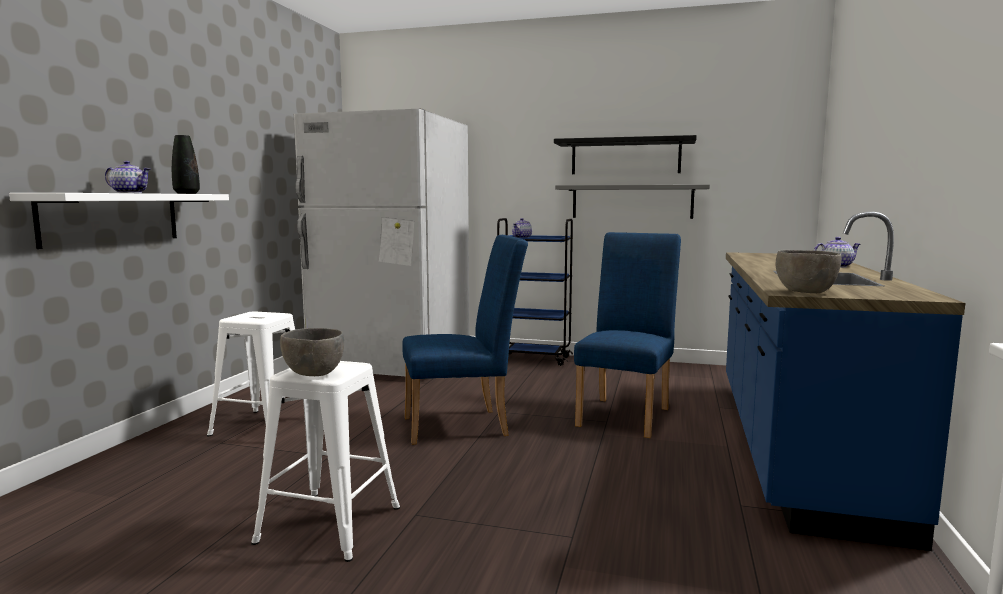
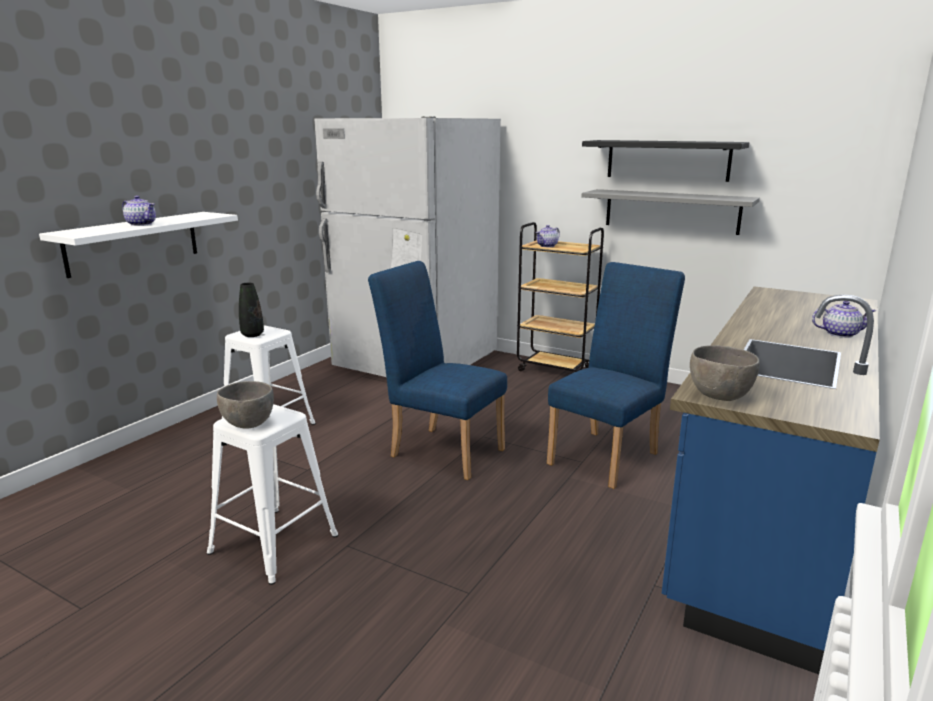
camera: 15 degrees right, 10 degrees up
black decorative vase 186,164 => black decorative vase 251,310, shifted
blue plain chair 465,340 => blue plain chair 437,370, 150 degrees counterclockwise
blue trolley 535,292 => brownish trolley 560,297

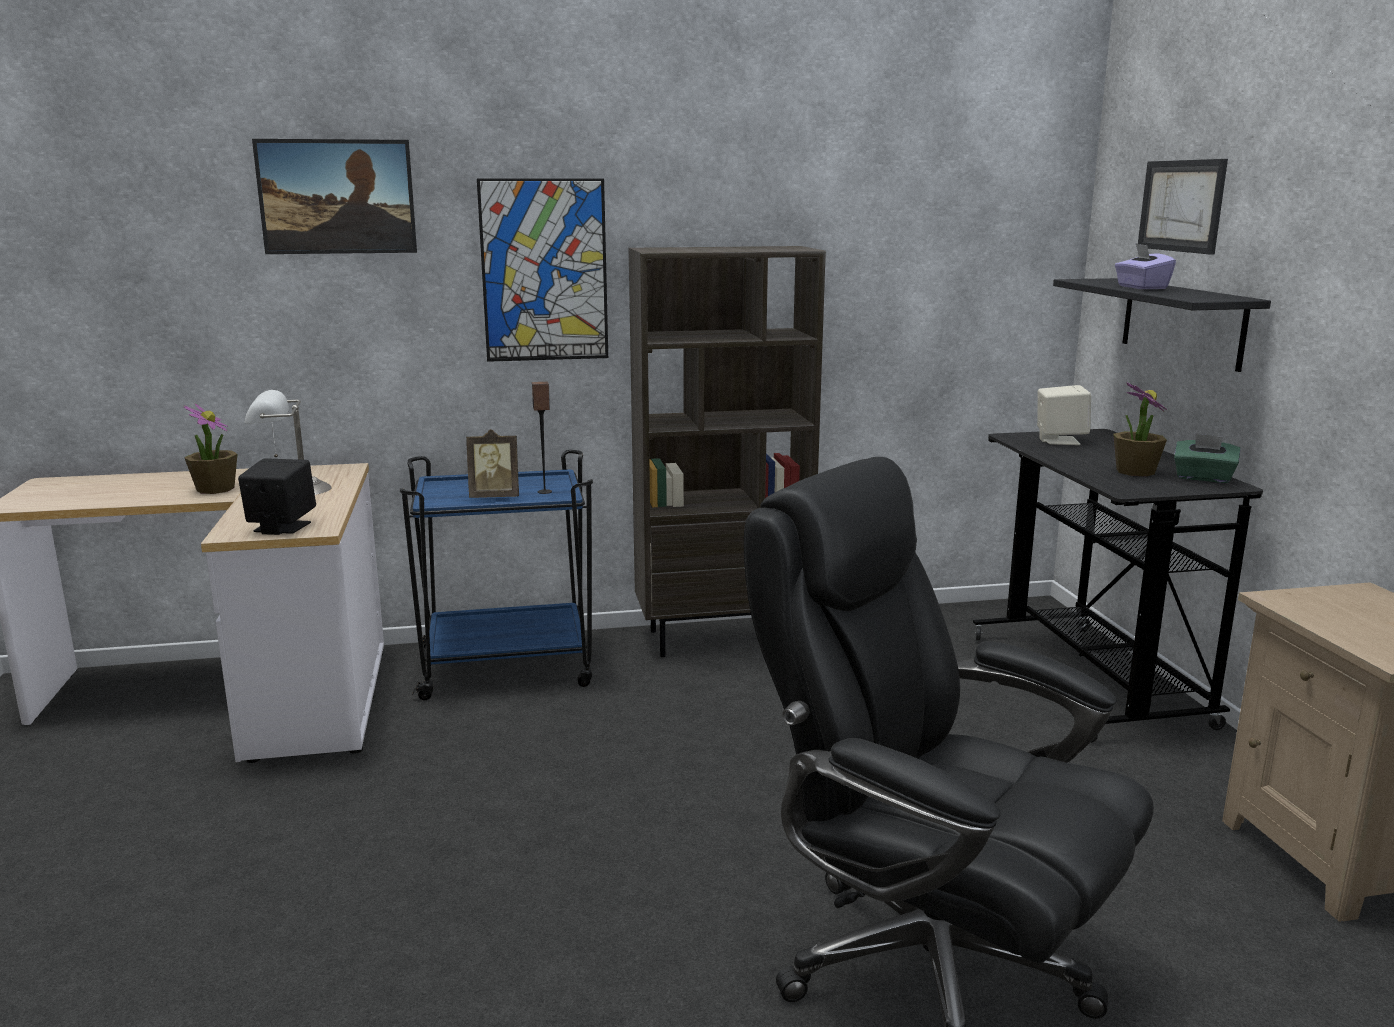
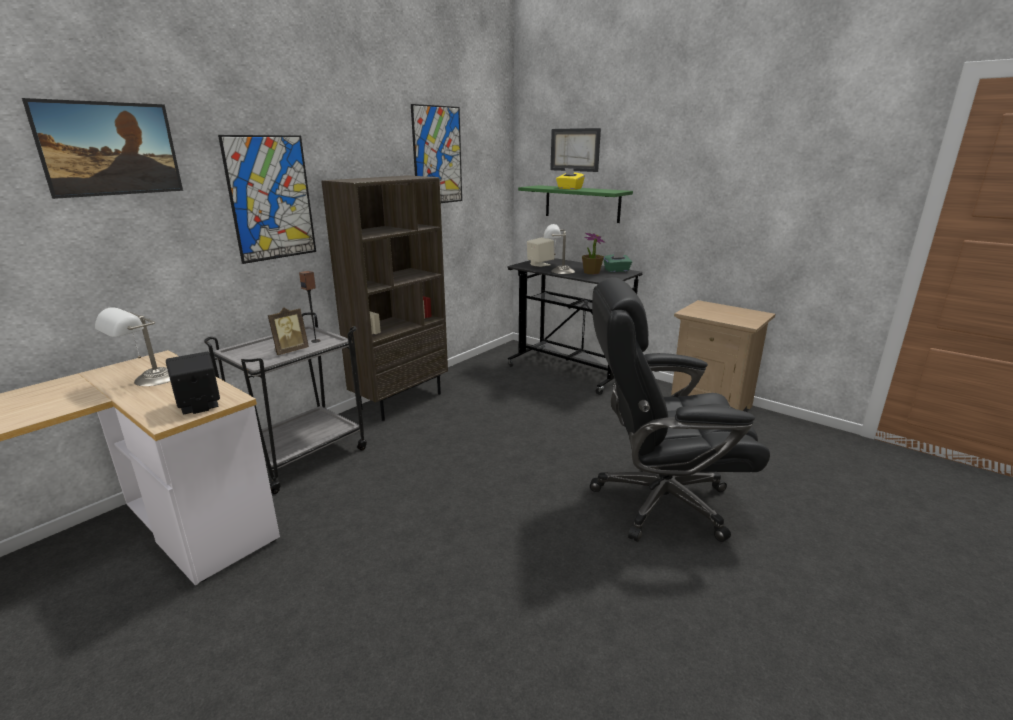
camera: 40 degrees left, 5 degrees up
blue trolley 496,575 => greyish trolley 285,403
nothing => wall art 436,153
black wall shelf 1162,325 => green wall shelf 575,204
nothing => whitish table lamp 559,249
purple box of tissues 1145,266 => yellow box of tissues 570,179
houseplant 210,449 => nothing

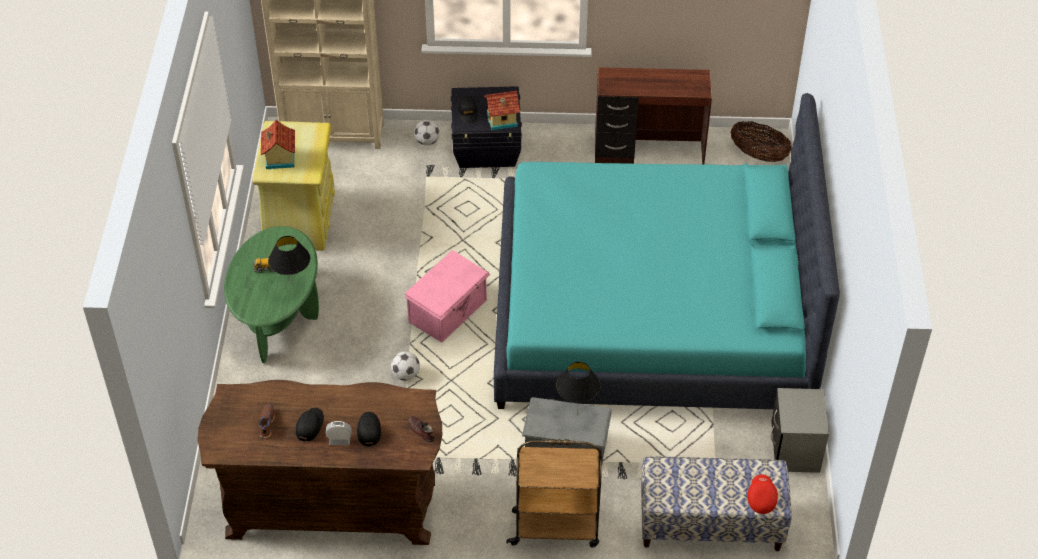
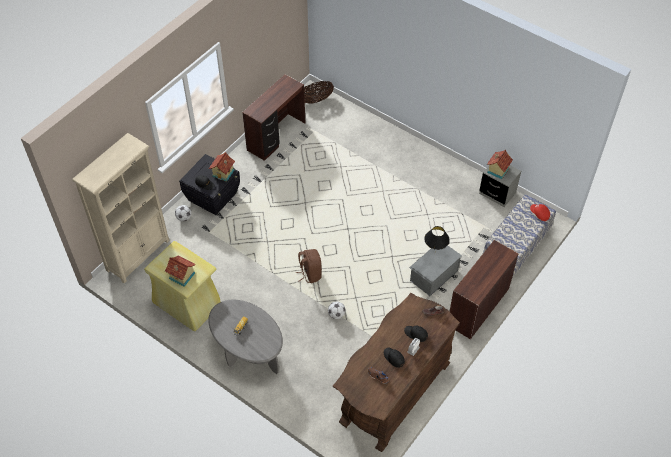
camera: 55 degrees left, 5 degrees up
green lounge table 271,294 => greyish lounge table 245,337
pink storage container 447,296 => brownish rucksack 308,266
brownish trolley 554,493 => brownish desk unit 484,289
nothing => model house 500,164
black table lamp 289,262 => nothing
turquoise-coloured bedroom bed 667,251 => nothing

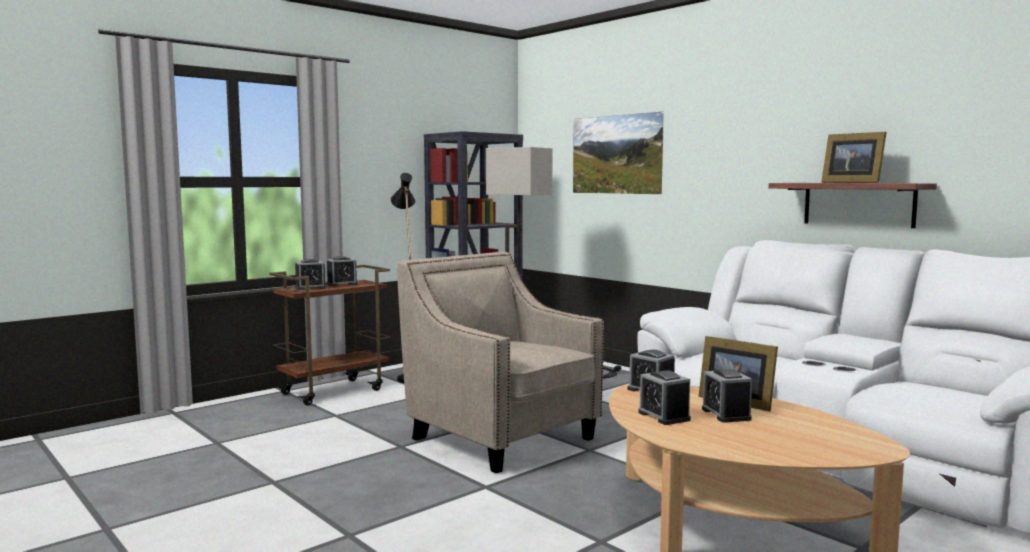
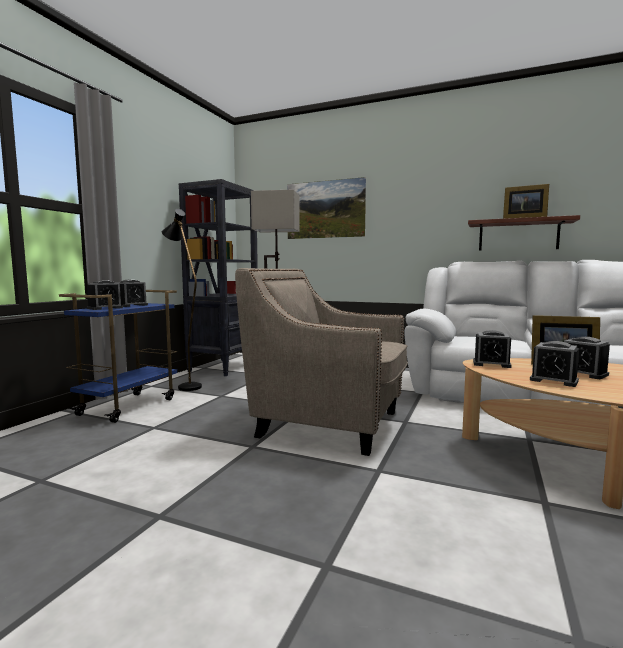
camera: 25 degrees left, 0 degrees up
brownish trolley 329,335 => blue trolley 118,356

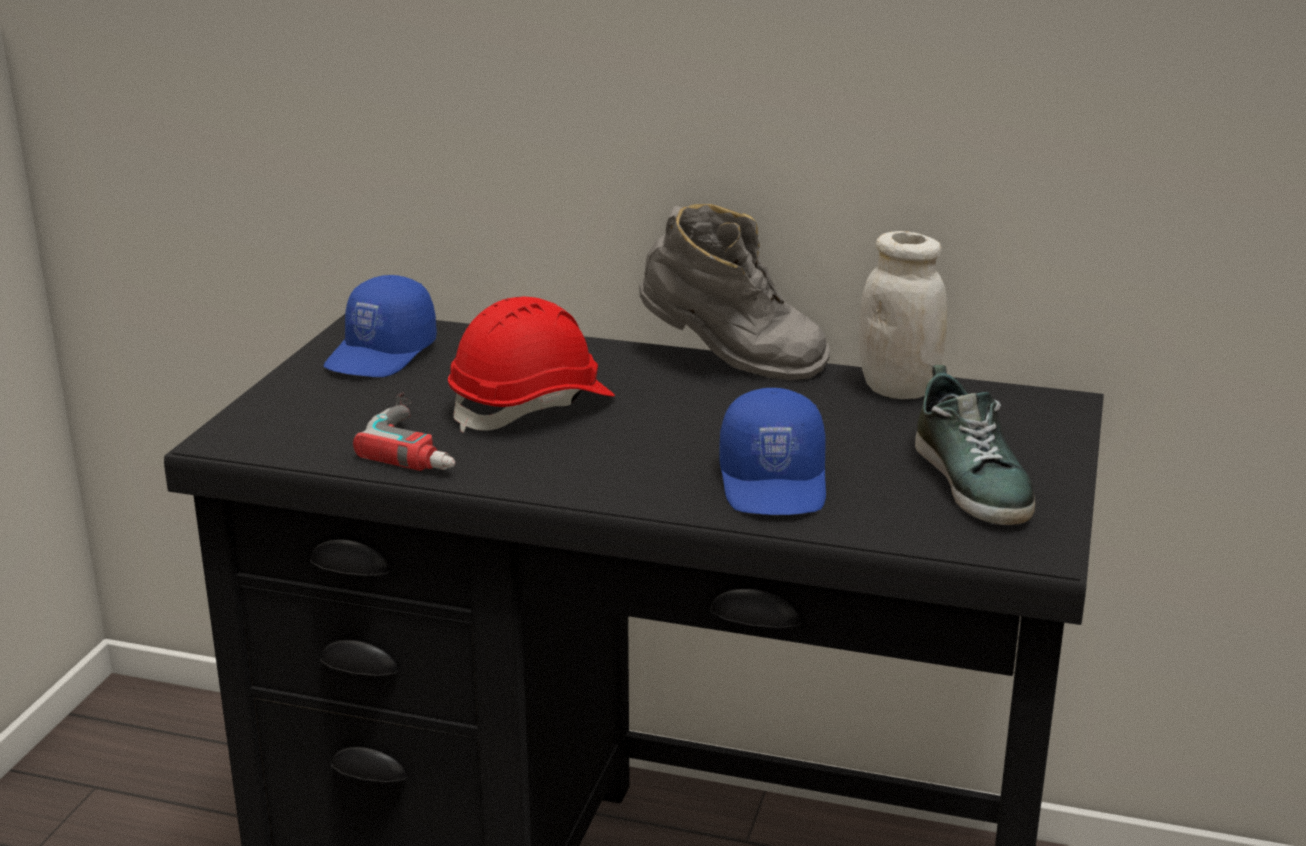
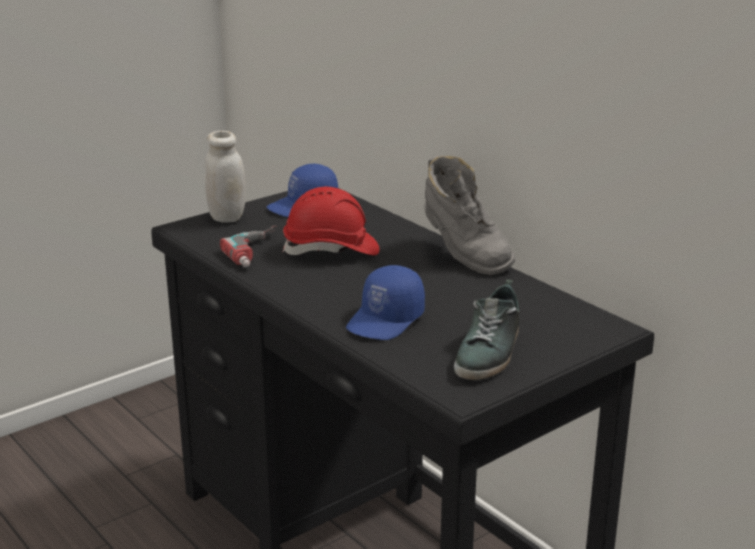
camera: 35 degrees right, 0 degrees up
whitish storage jar 903,315 => whitish storage jar 225,177, shifted

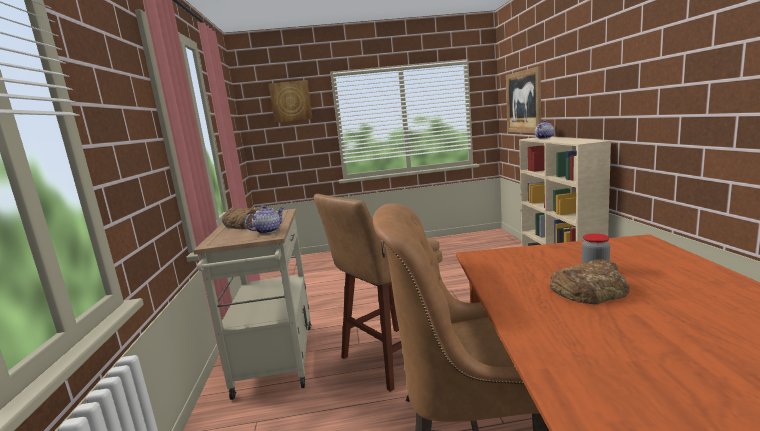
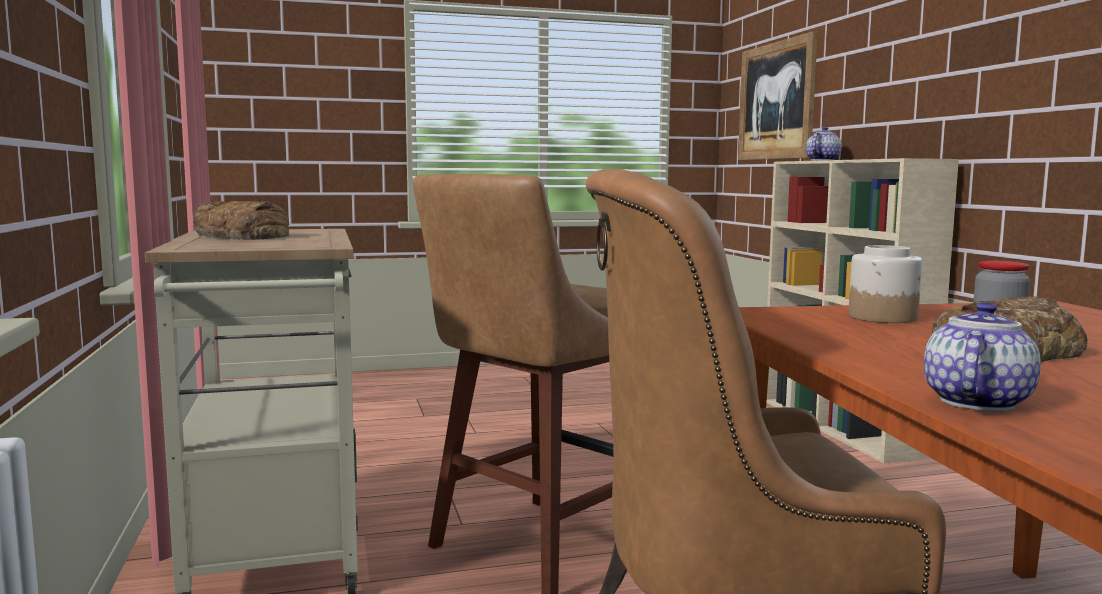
camera: 10 degrees left, 5 degrees down
nothing => storage jar 885,284
pot for tea 264,219 => pot for tea 982,356, shifted
wall art 291,101 => nothing

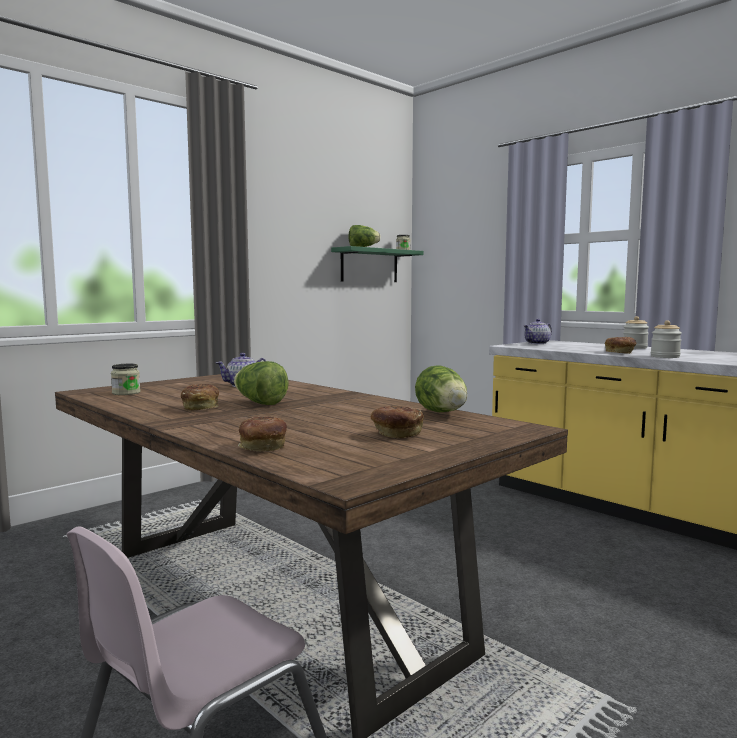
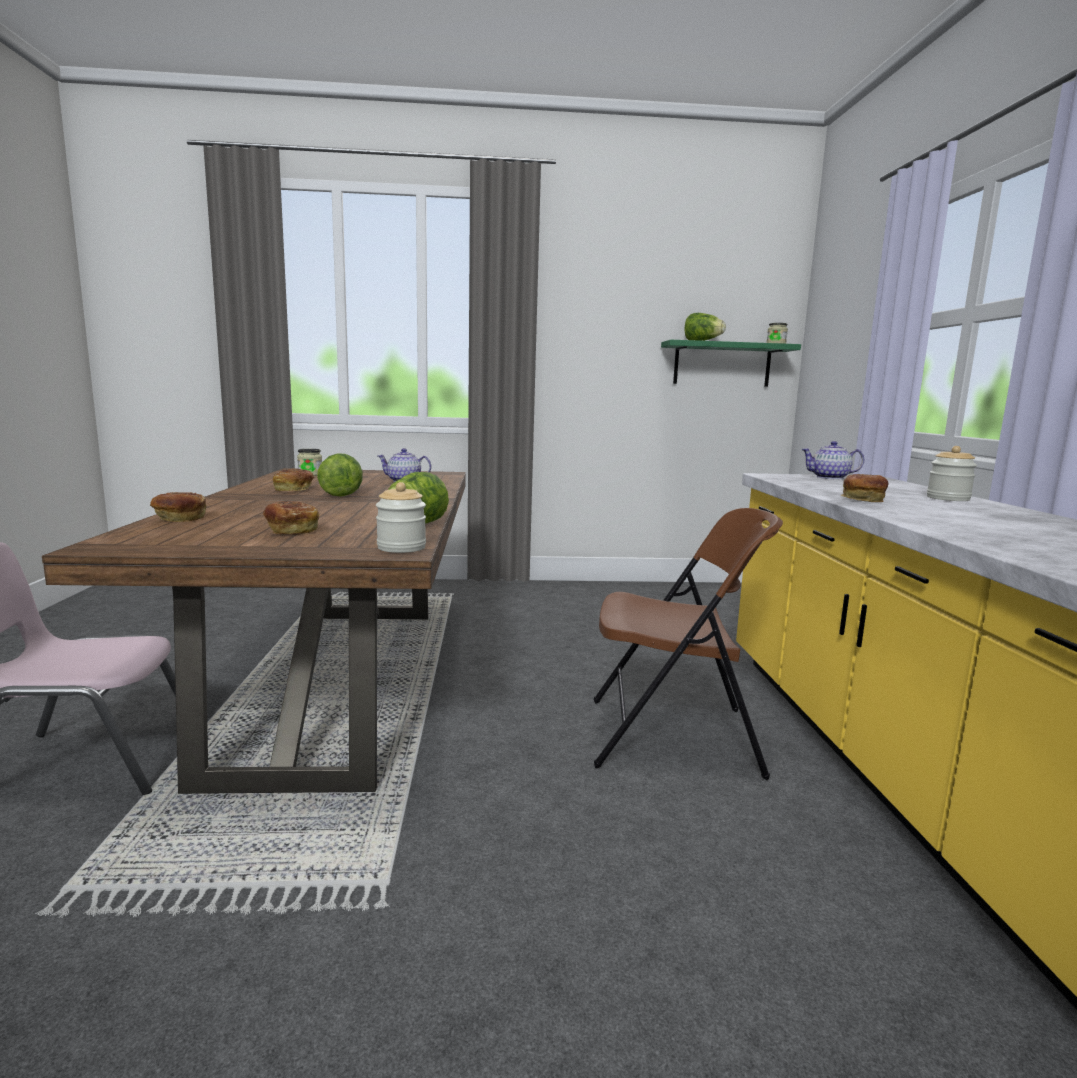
camera: 40 degrees right, 5 degrees up
storage jar 666,339 => storage jar 401,517, shifted
nothing => brownish plain chair 688,644

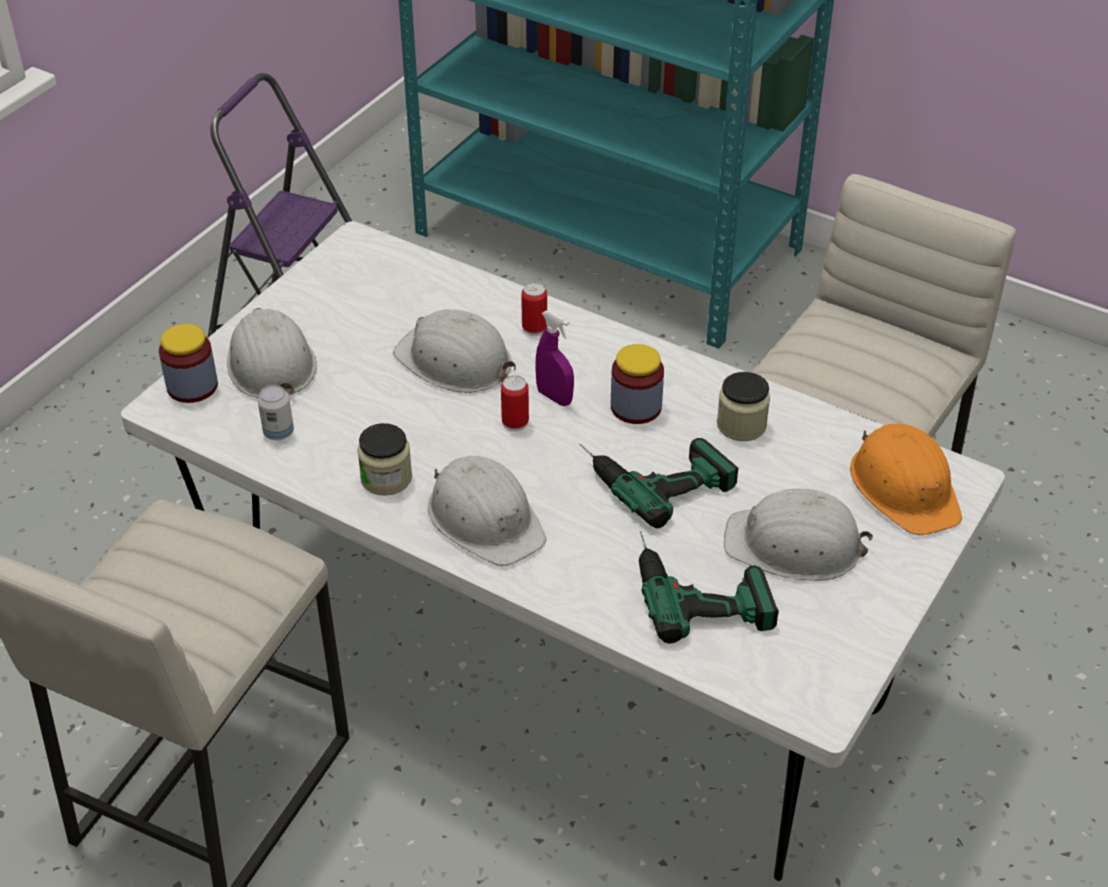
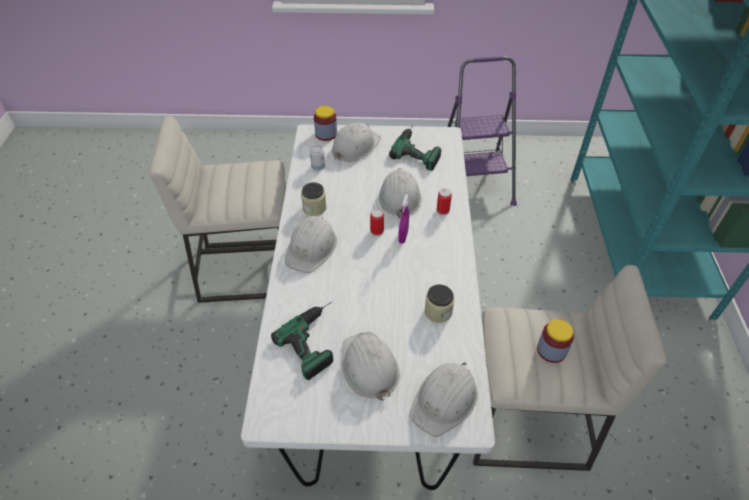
camera: 60 degrees right, 5 degrees up
electric drill 659,483 => electric drill 415,147, shifted
orangey hard hat 906,479 => whitish hard hat 444,399
storage jar 637,384 => storage jar 555,341, shifted

